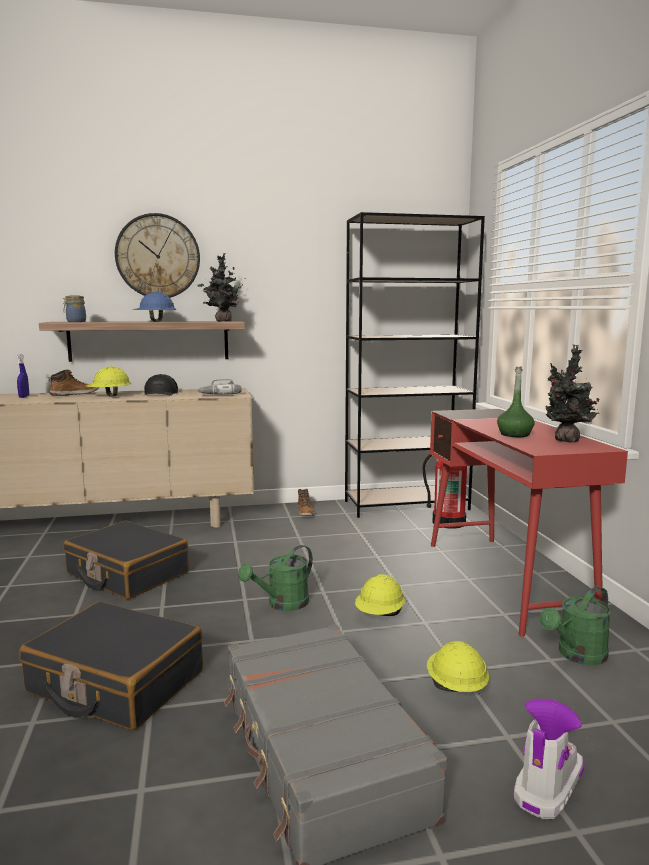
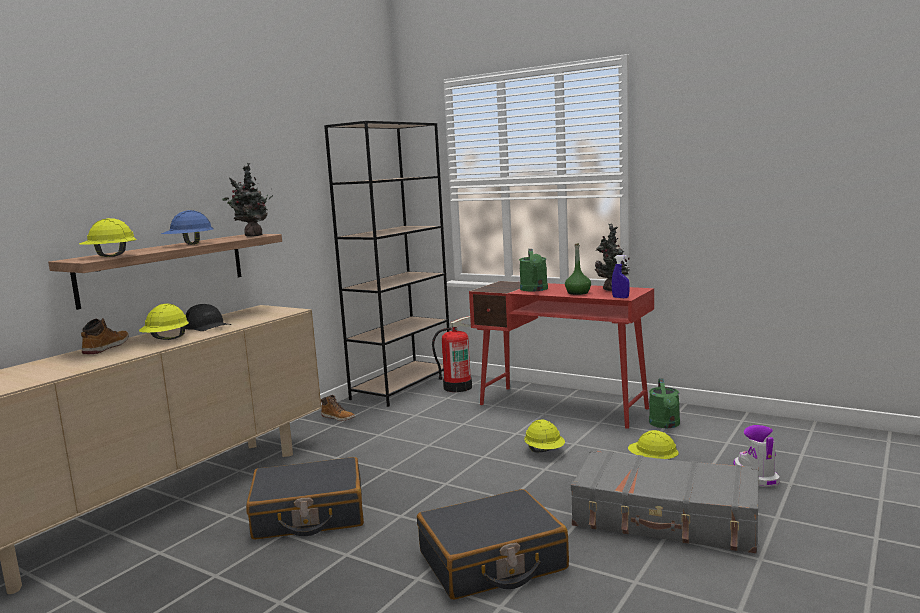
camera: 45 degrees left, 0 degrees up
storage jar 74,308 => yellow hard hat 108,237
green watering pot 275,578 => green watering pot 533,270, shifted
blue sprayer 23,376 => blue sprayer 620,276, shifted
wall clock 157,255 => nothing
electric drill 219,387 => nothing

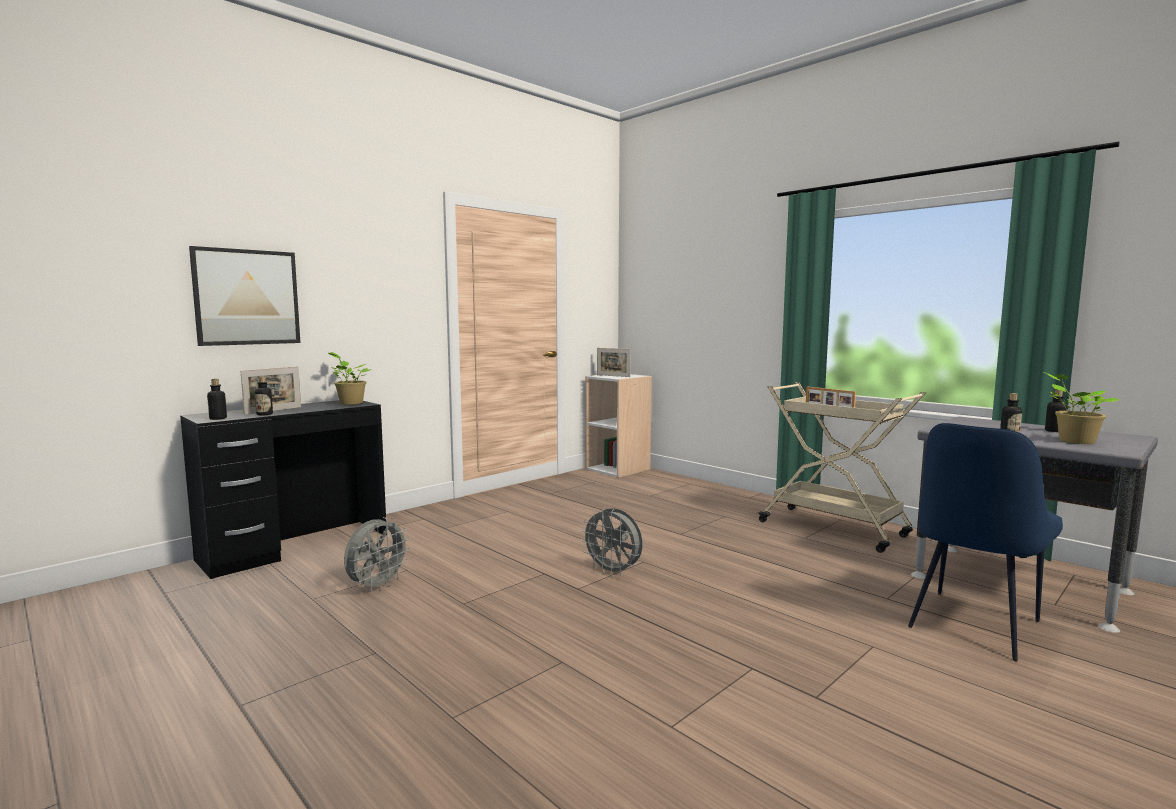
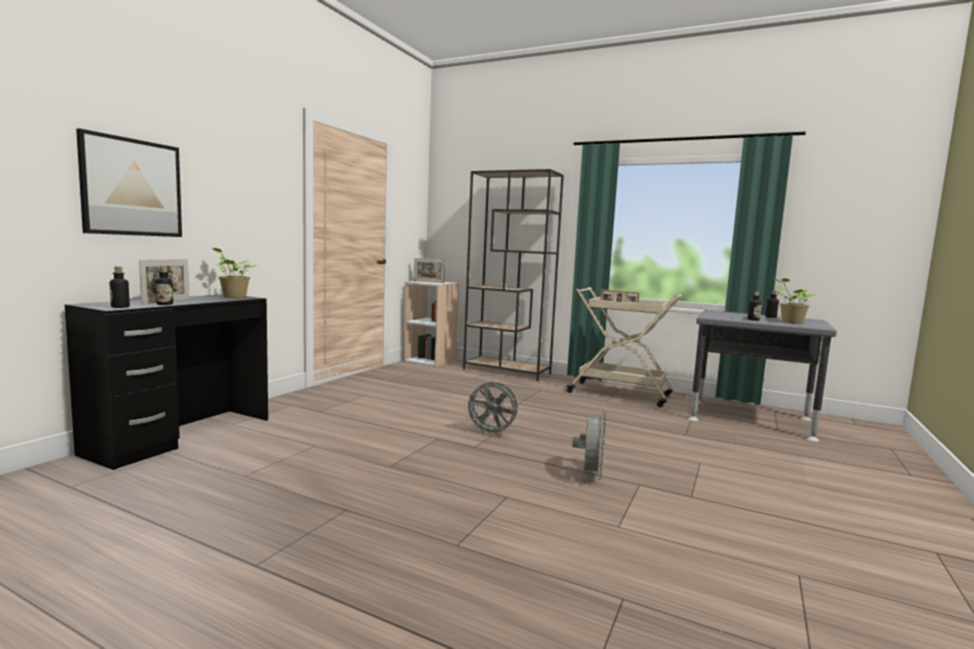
camera: 20 degrees left, 0 degrees up
nothing => bookshelf 513,275
greyish electric fan 377,554 => greyish electric fan 589,445, shifted
blue plain chair 985,542 => nothing

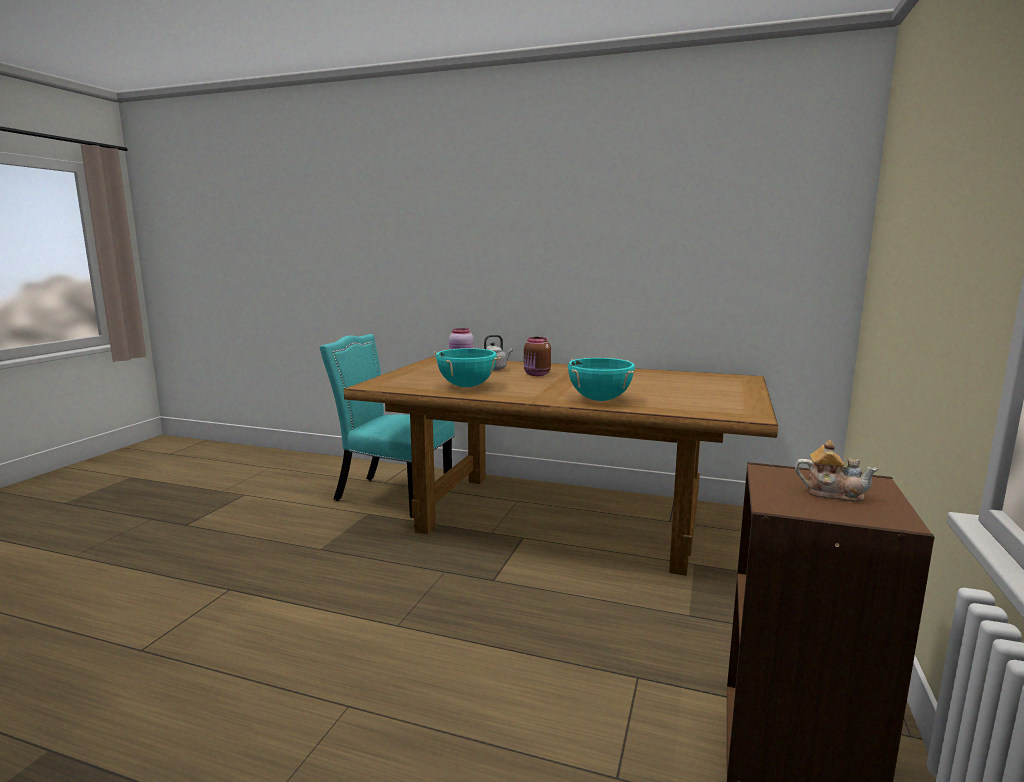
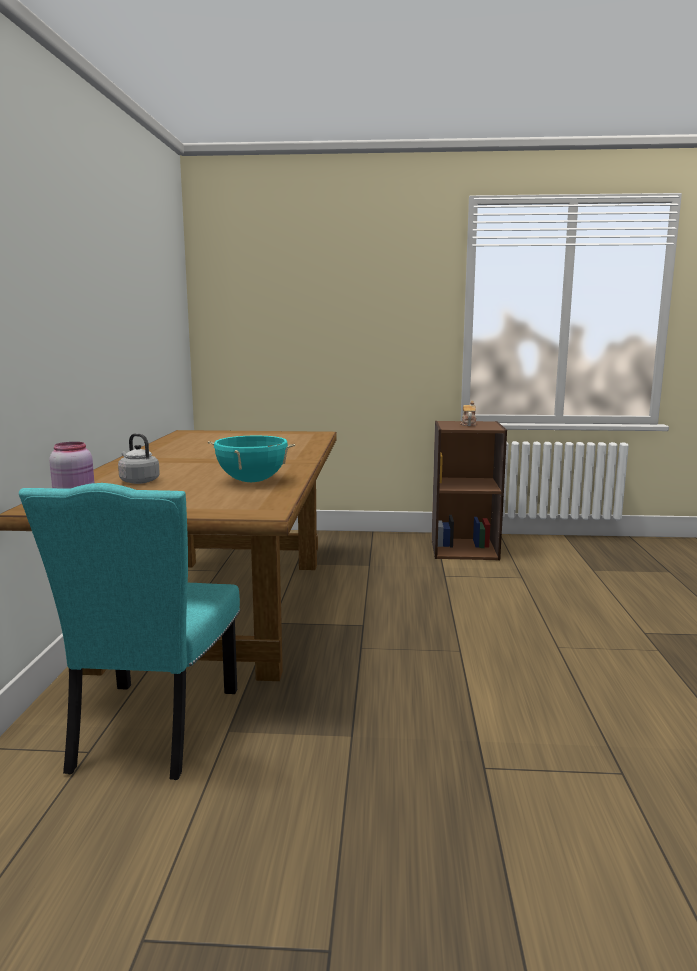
camera: 105 degrees left, 0 degrees up
brownish storage jar 537,356 => nothing
turquoise-coloured cooking pot 601,379 => nothing

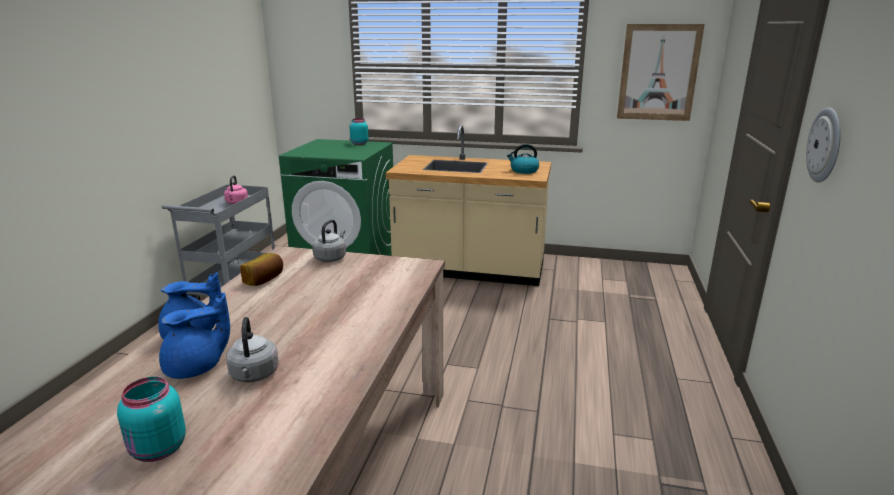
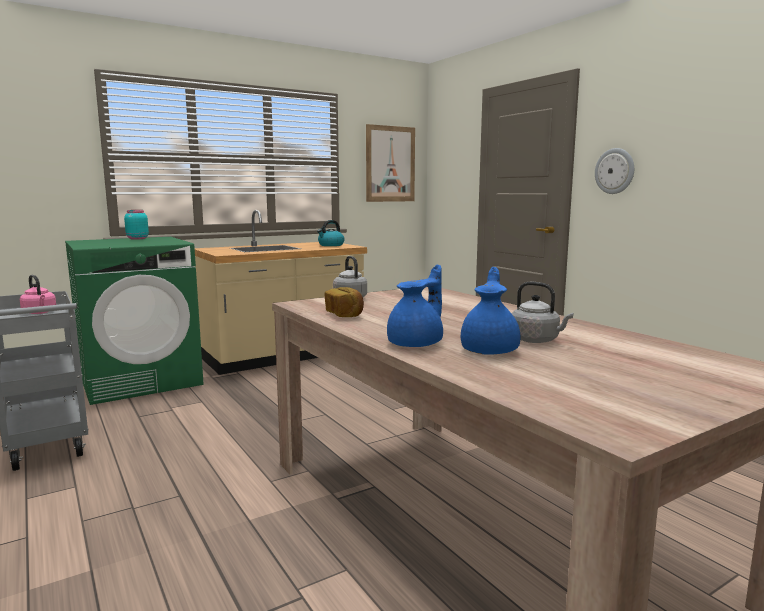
camera: 45 degrees left, 10 degrees down
turquoise-coloured storage jar 151,419 => nothing

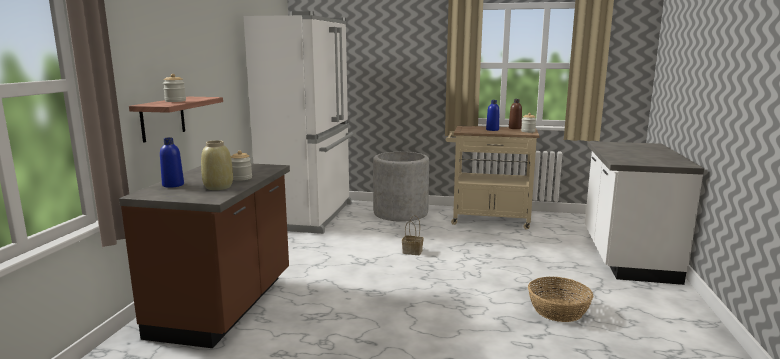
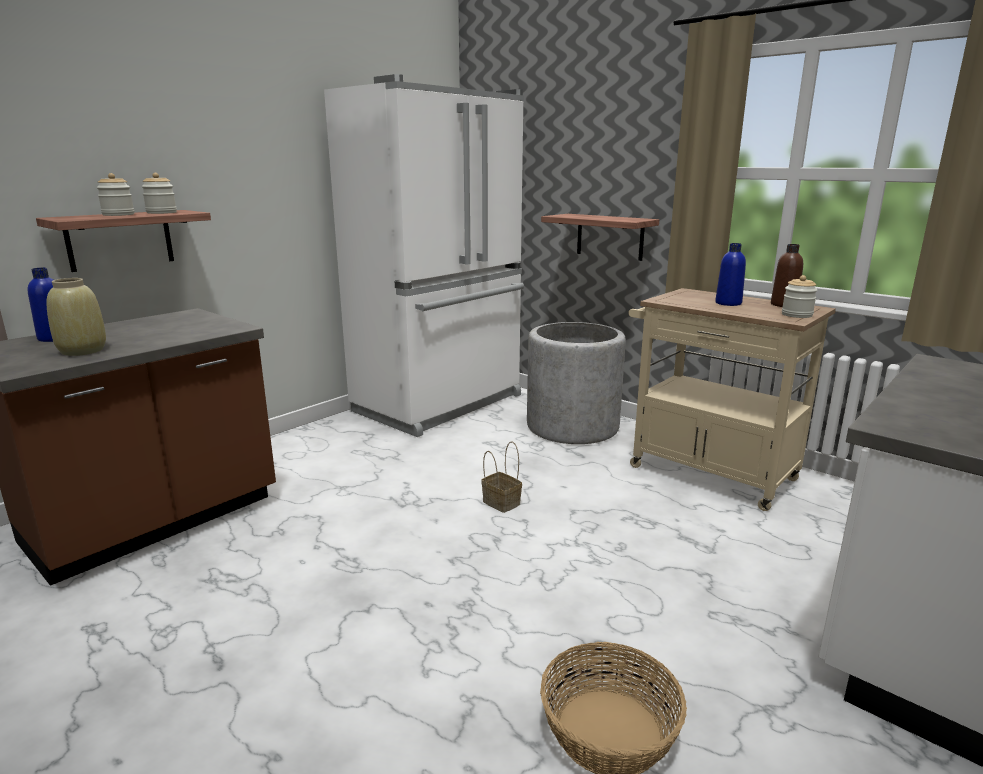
camera: 30 degrees right, 5 degrees up
storage jar 241,166 => storage jar 159,193, shifted
nothing => wall shelf 600,237

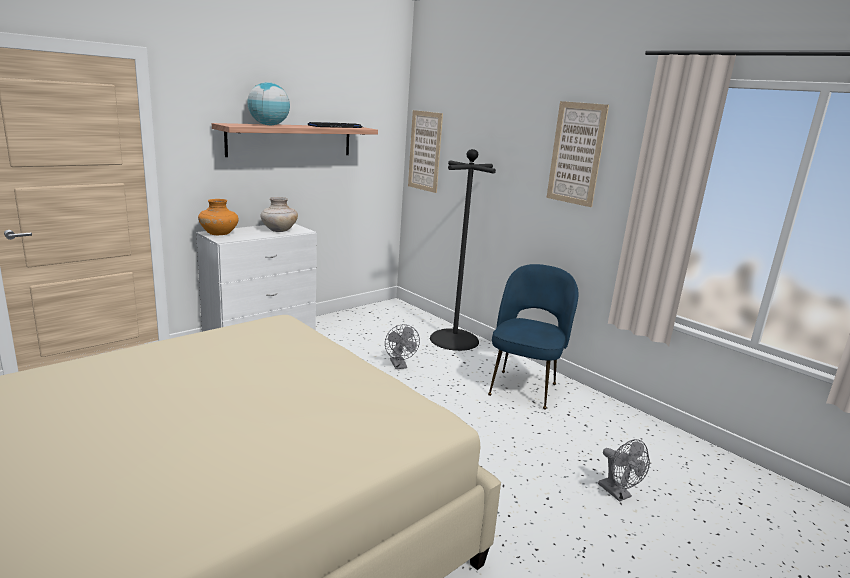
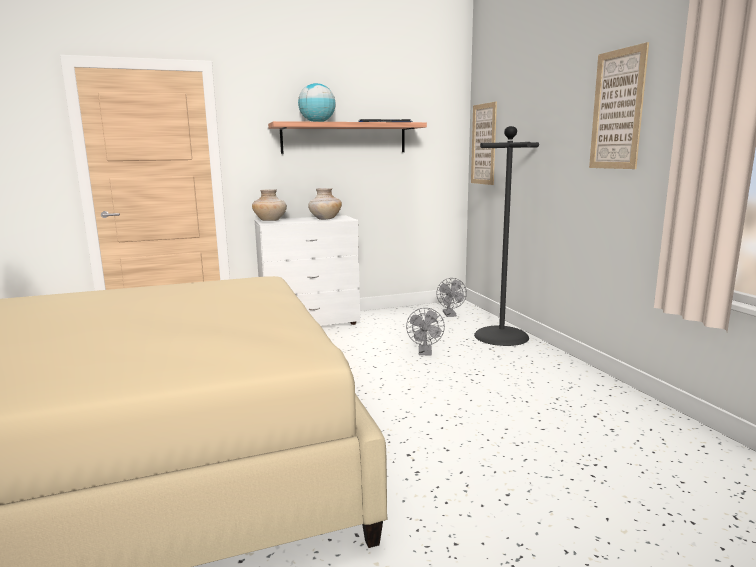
camera: 25 degrees right, 5 degrees down
orangey decorative vase 218,217 => sand-coloured decorative vase 269,205
greyish electric fan 624,470 => greyish electric fan 452,297, shifted
blue plain chair 533,337 => nothing

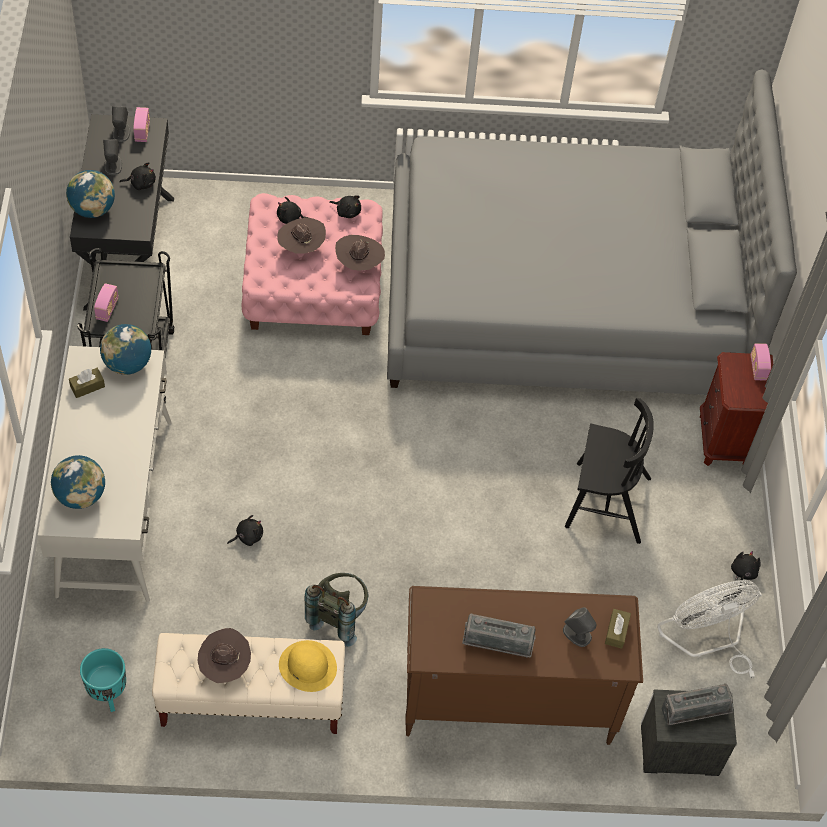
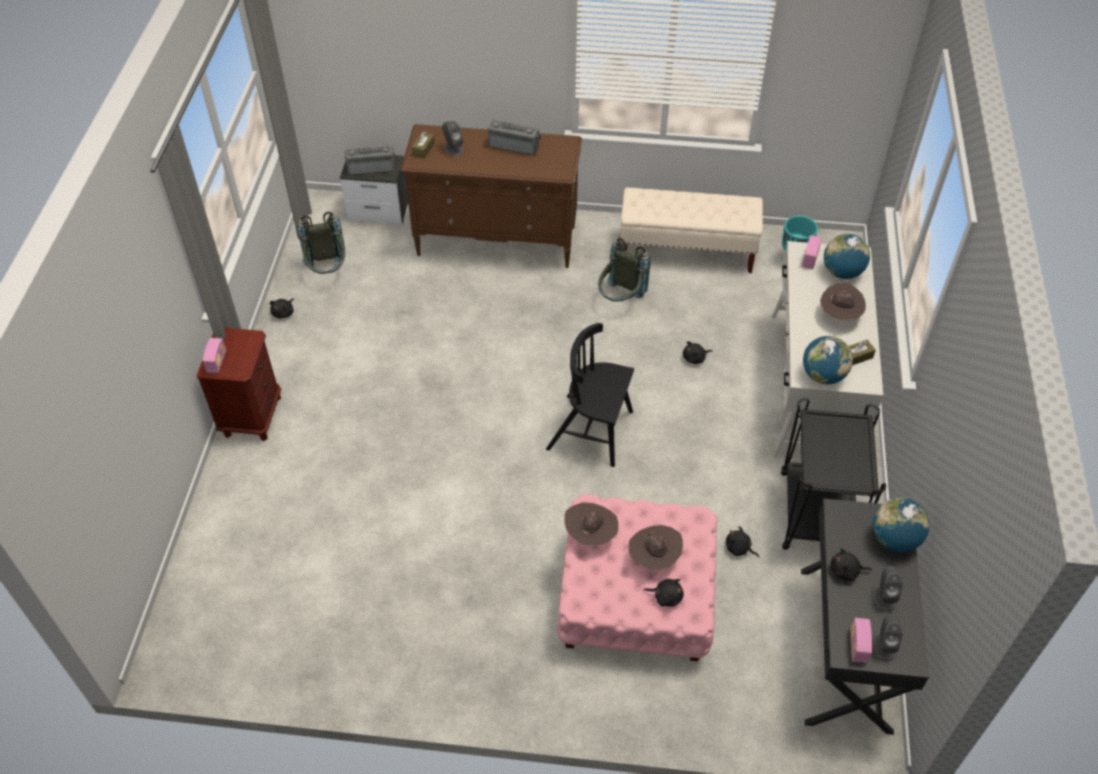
camera: 170 degrees left, 5 degrees down
whitish electric fan 709,629 => greyish rucksack 321,243
black plain chair 609,471 => black plain chair 590,395, shifted
black plush toy 345,206 => black plush toy 742,542, shifted
radio set 106,302 => radio set 812,252, shifted
brownish clothing hat 224,655 => brownish clothing hat 843,301, shifted
yellow clothing hat 308,666 => nothing
greyish bedroom bed 592,232 => nothing

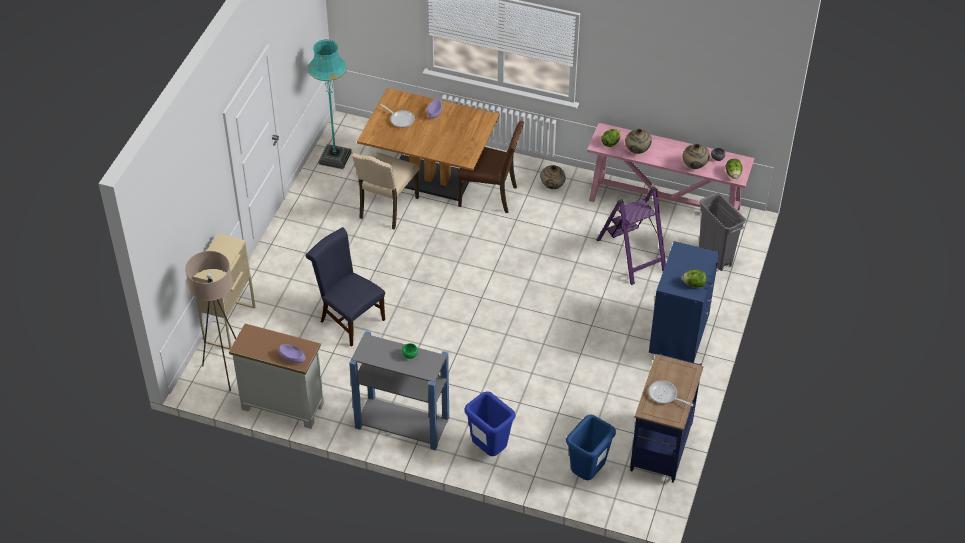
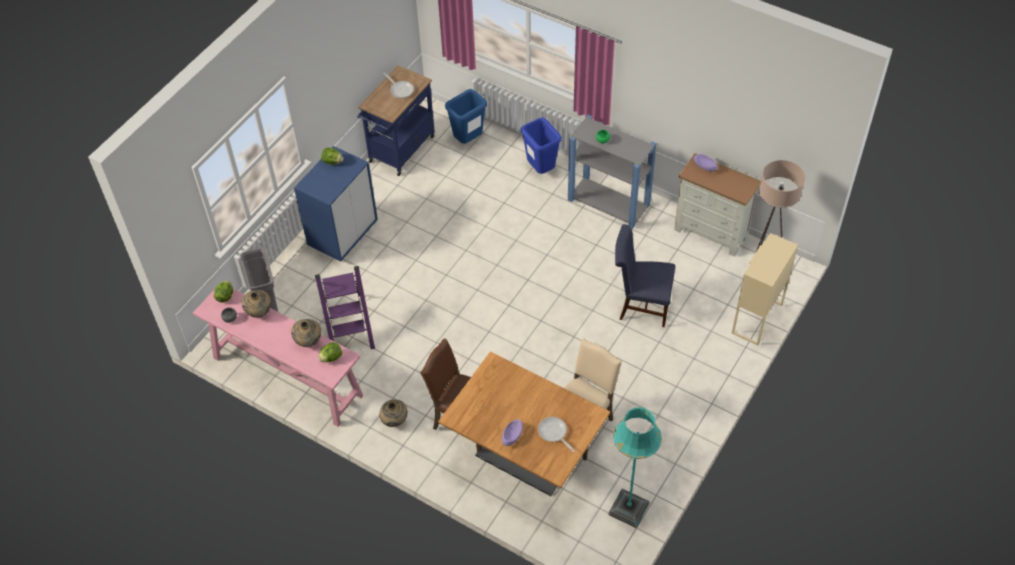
camera: 165 degrees left, 5 degrees up
blue plain chair 345,287 => blue plain chair 645,275, 135 degrees clockwise

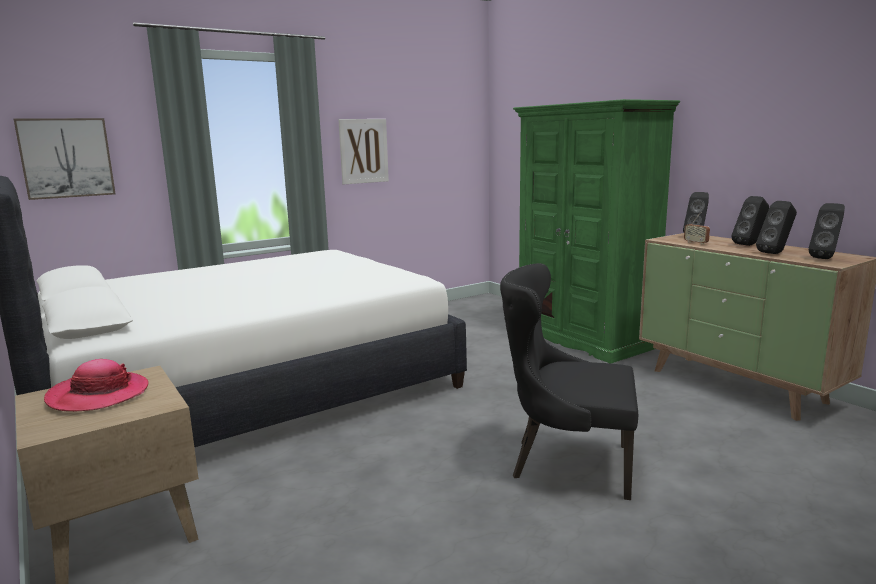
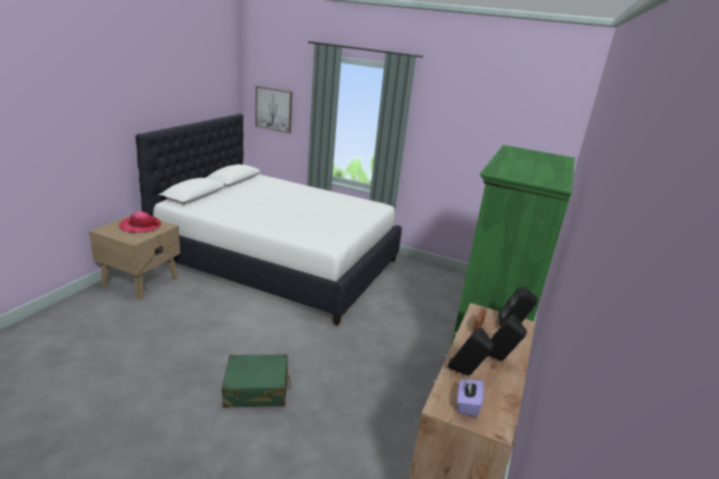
camera: 55 degrees right, 10 degrees up
black plain chair 569,381 => green piece of luggage 256,381
black loudspeaker 826,231 => purple box of tissues 470,396
wall art 363,151 => nothing

